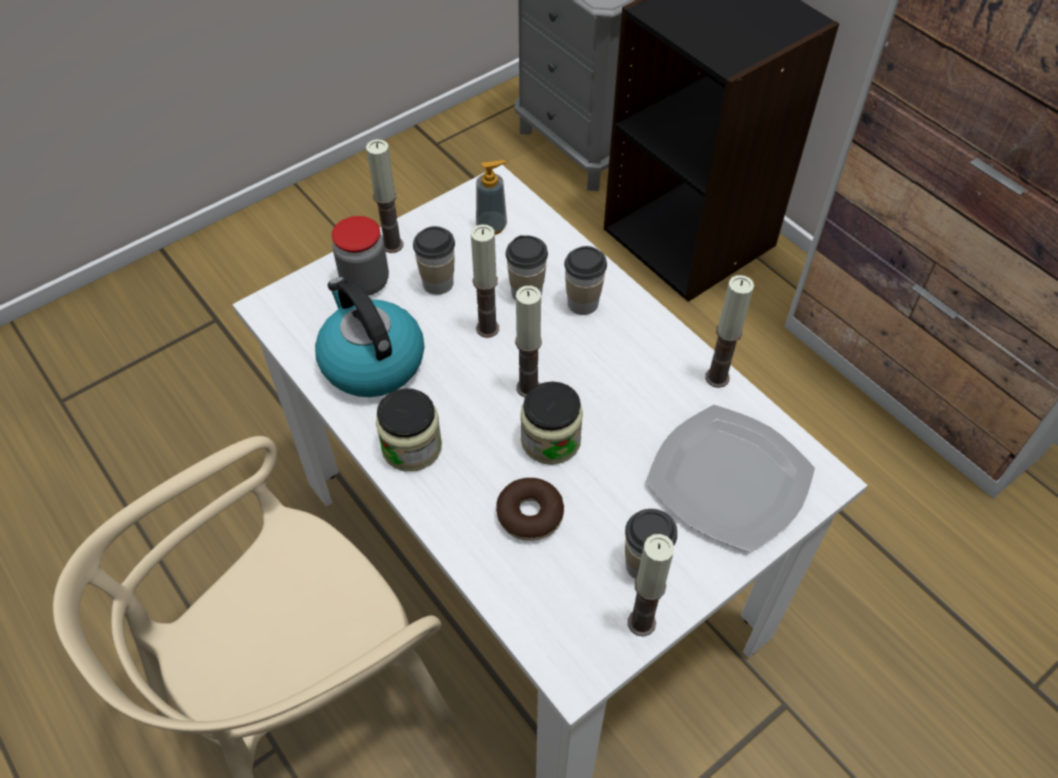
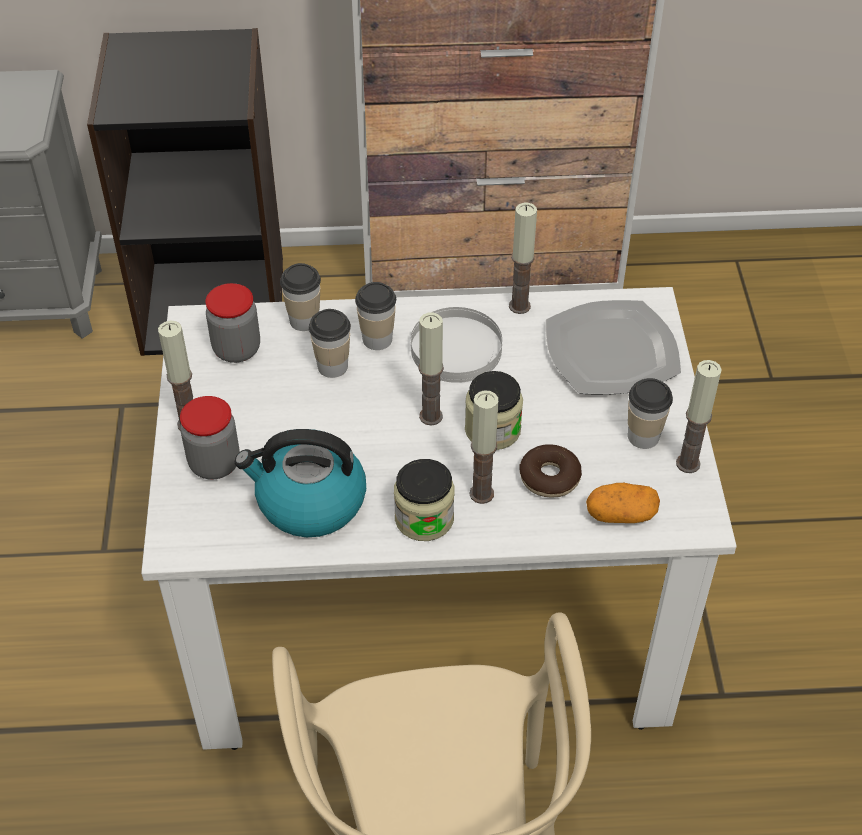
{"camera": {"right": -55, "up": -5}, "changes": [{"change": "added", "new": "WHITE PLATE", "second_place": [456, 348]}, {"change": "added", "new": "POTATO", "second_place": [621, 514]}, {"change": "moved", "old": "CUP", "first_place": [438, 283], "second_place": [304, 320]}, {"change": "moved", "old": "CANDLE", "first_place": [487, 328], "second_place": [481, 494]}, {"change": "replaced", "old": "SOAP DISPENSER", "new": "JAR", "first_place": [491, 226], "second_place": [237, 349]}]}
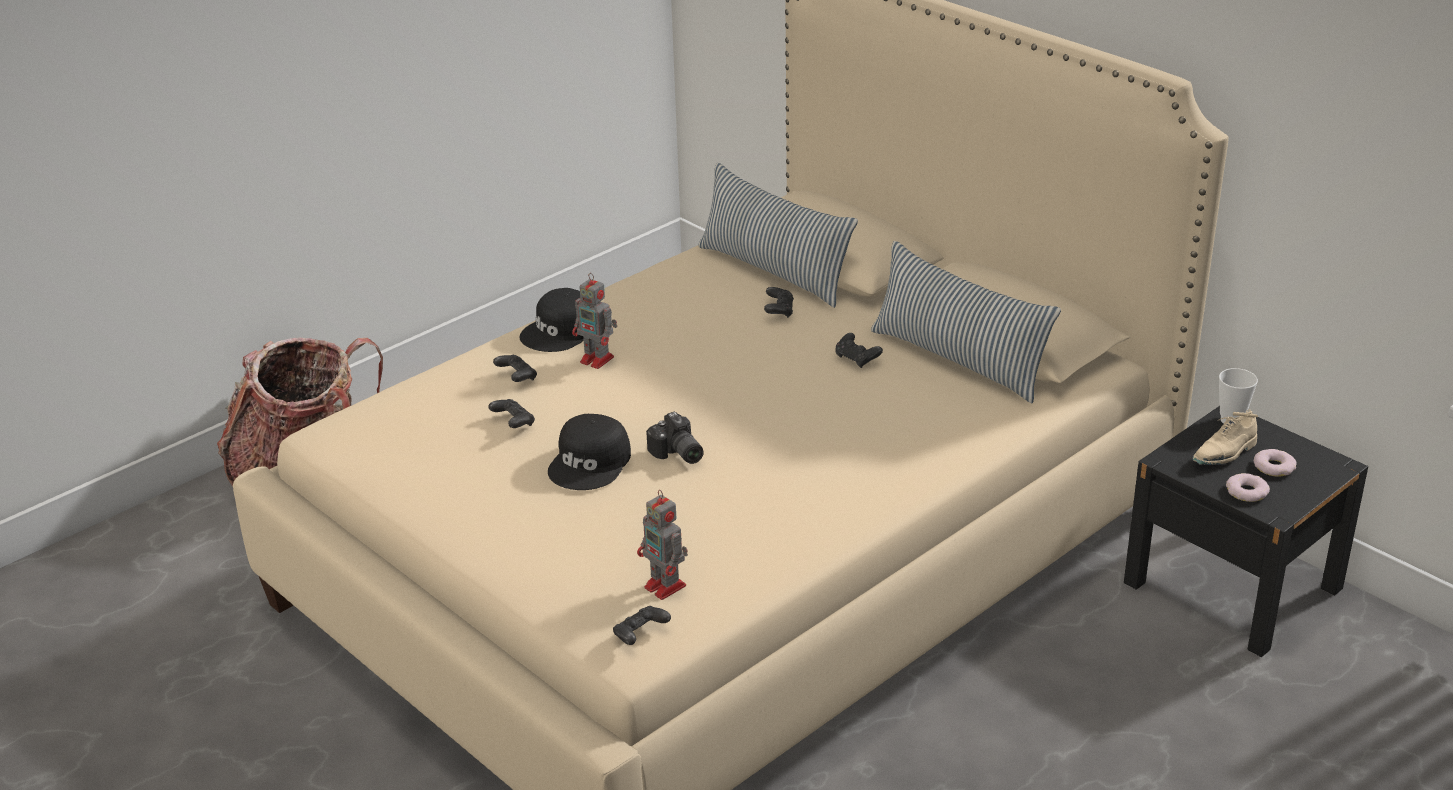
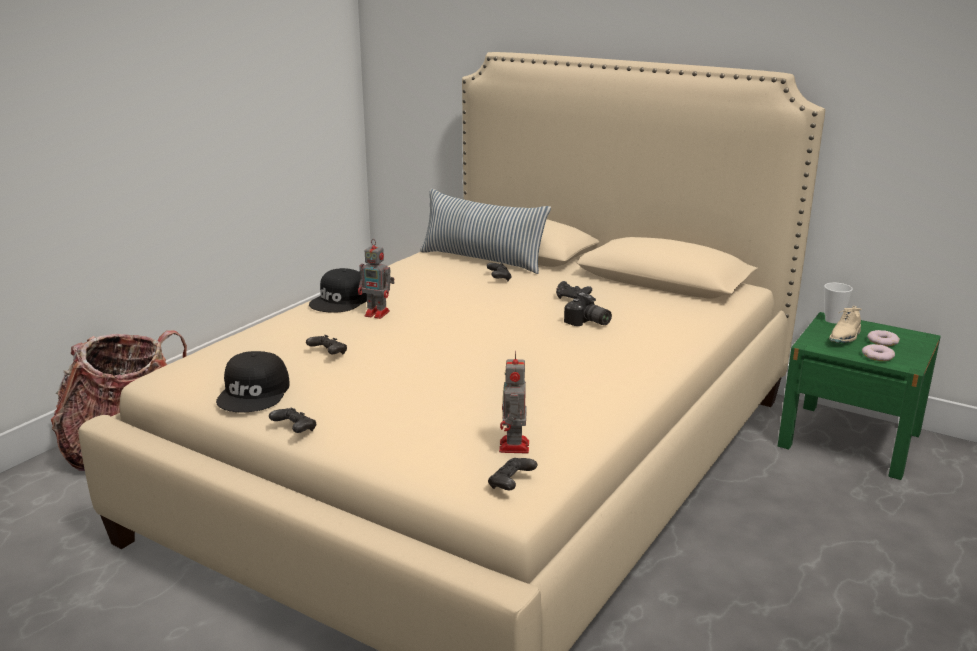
{"camera": {"right": -15, "up": -10}, "changes": [{"change": "removed", "old": "PILLOW", "first_place": [959, 360]}, {"change": "moved", "old": "BLACK GAME CONTROLLER", "first_place": [517, 377], "second_place": [294, 430]}, {"change": "moved", "old": "BLACK CAP", "first_place": [591, 463], "second_place": [255, 393]}, {"change": "moved", "old": "PHOTO CAMERA", "first_place": [677, 454], "second_place": [587, 323]}, {"change": "recoloured", "old": "BLACK NIGHTSTAND", "new": "GREEN NIGHTSTAND", "first_place": [1232, 585], "second_place": [849, 439]}, {"change": "turned", "old": "TOY ROBOT", "first_place": [666, 587], "second_place": [514, 447], "degrees": 60}]}
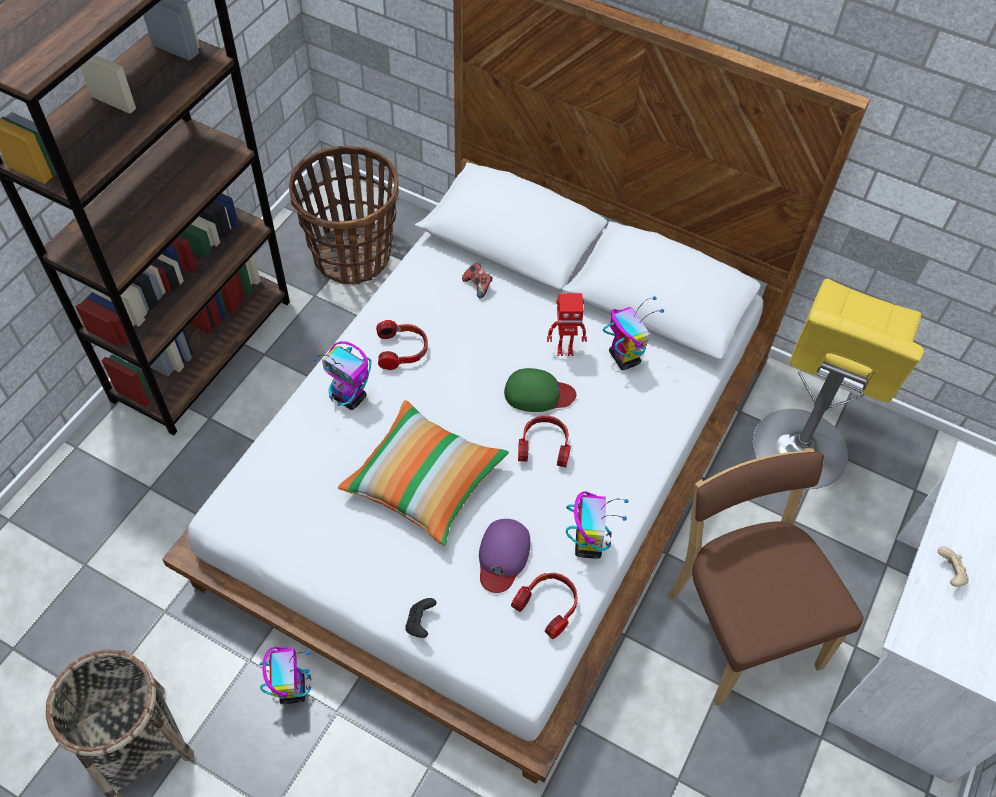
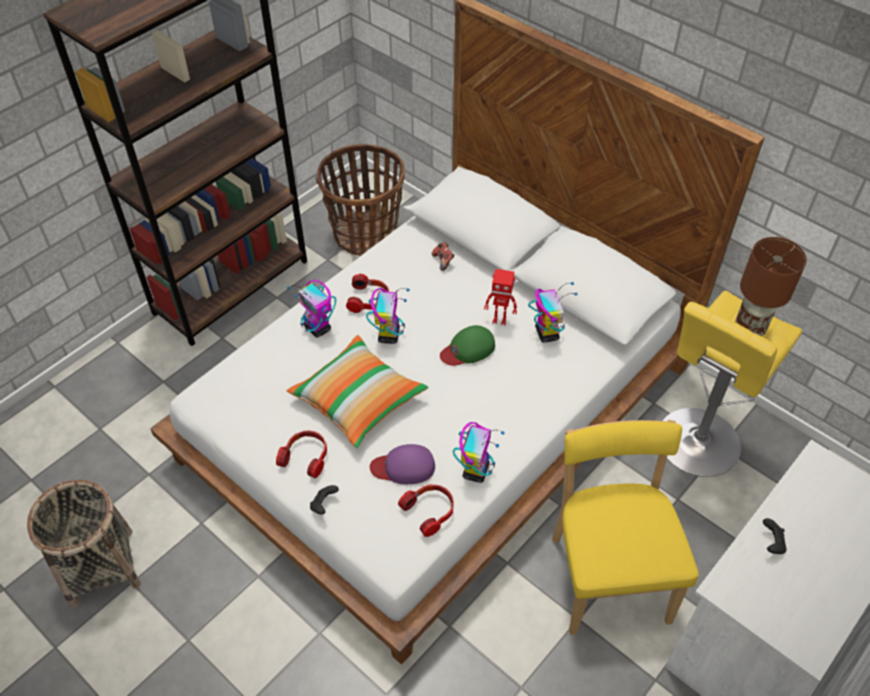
{"camera": {"right": 15, "up": -5}, "changes": [{"change": "added", "new": "BROWN TABLE LAMP", "second_place": [749, 329]}, {"change": "moved", "old": "TOY ROBOT", "first_place": [292, 689], "second_place": [389, 335]}, {"change": "moved", "old": "HEADPHONES", "first_place": [544, 446], "second_place": [306, 457]}, {"change": "recoloured", "old": "BROWN CHAIR", "new": "YELLOW CHAIR", "first_place": [739, 624], "second_place": [607, 573]}, {"change": "recoloured", "old": "BEIGE GAME CONTROLLER", "new": "BLACK GAME CONTROLLER", "first_place": [949, 573], "second_place": [771, 543]}, {"change": "turned", "old": "PURPLE CAP", "first_place": [502, 556], "second_place": [404, 467], "degrees": 60}, {"change": "turned", "old": "GREEN CAP", "first_place": [538, 394], "second_place": [468, 349], "degrees": 135}]}
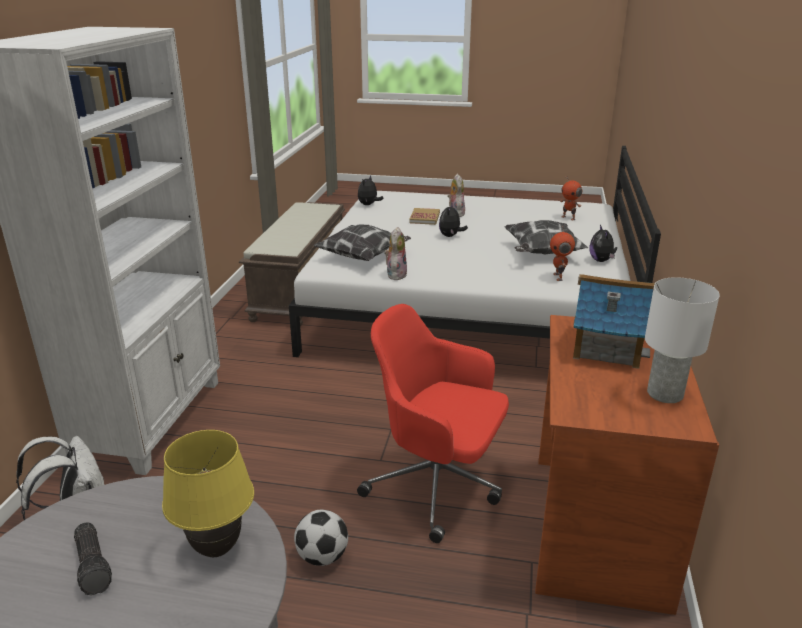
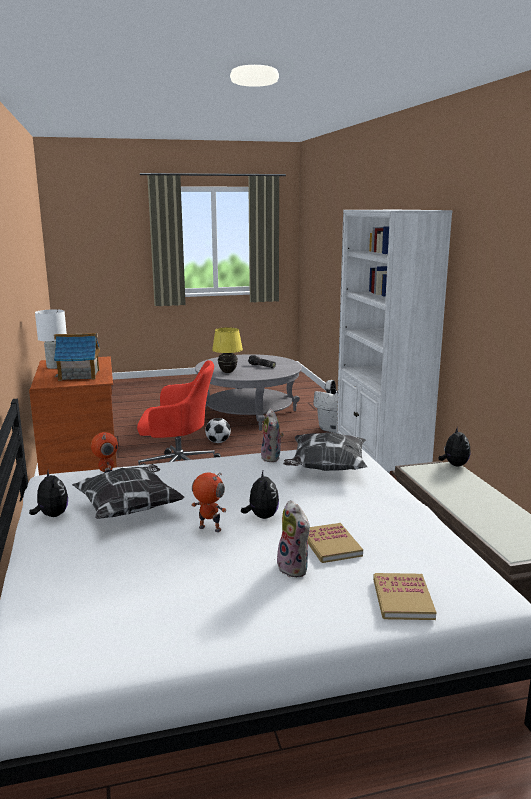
{"camera": {"right": 155, "up": -10}, "changes": [{"change": "added", "new": "BOOK", "second_place": [402, 599]}, {"change": "moved", "old": "PLUSH TOY", "first_place": [368, 205], "second_place": [454, 465]}, {"change": "moved", "old": "TOY ROBOT", "first_place": [568, 218], "second_place": [209, 529]}]}
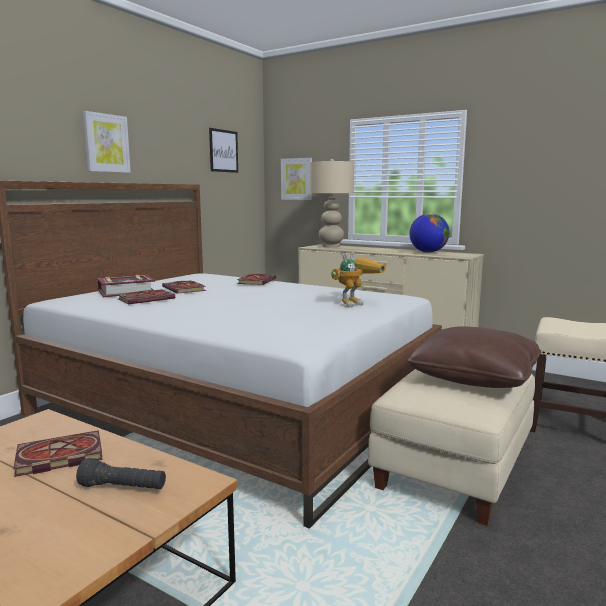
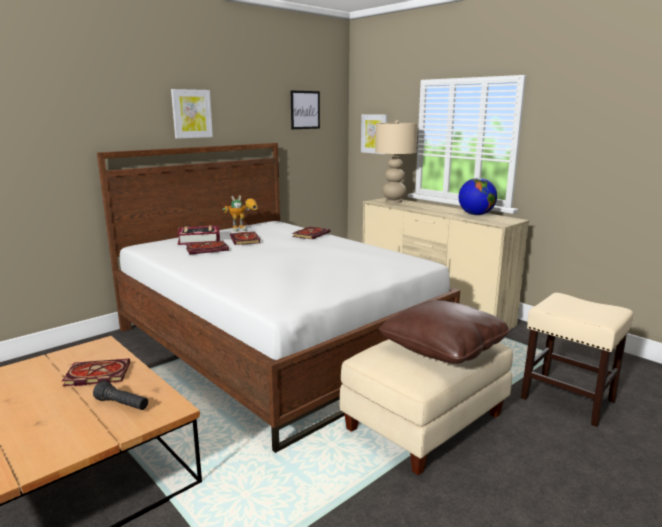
{"camera": {"right": 15, "up": 5}, "changes": [{"change": "moved", "old": "TOY ROBOT", "first_place": [355, 303], "second_place": [244, 229]}]}
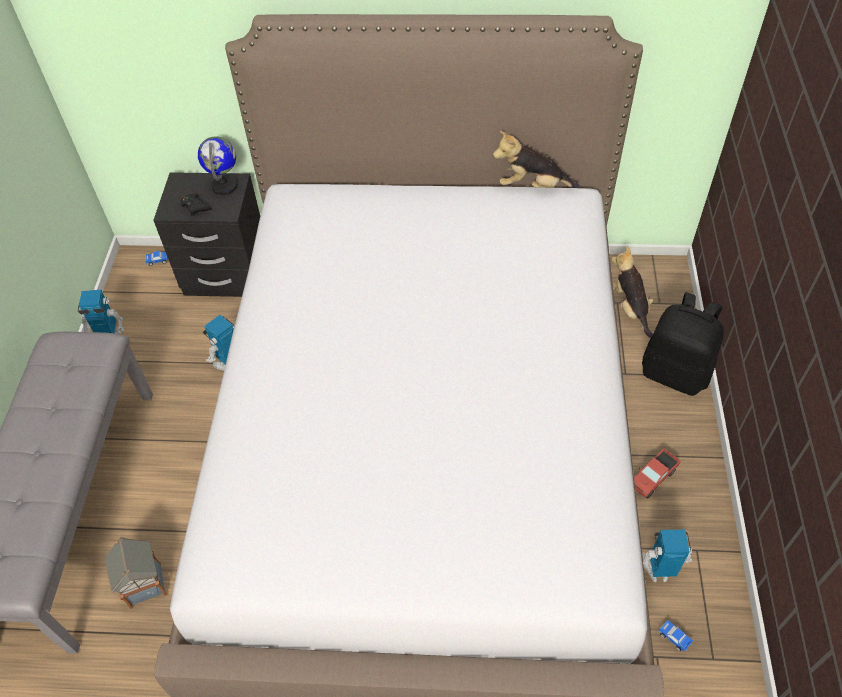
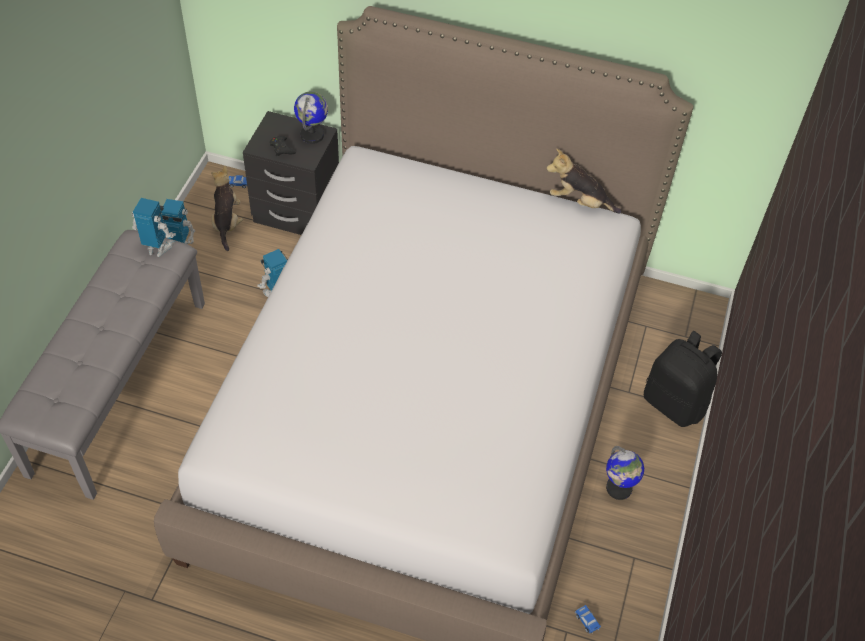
{"camera": {"right": 10, "up": 0}, "changes": [{"change": "removed", "old": "TOY HOUSE", "first_place": [144, 584]}, {"change": "moved", "old": "PLUSH TOY", "first_place": [629, 308], "second_place": [227, 223]}, {"change": "moved", "old": "TOY ROBOT", "first_place": [658, 570], "second_place": [158, 248]}, {"change": "replaced", "old": "TOY TRUCK", "new": "GLOBE", "first_place": [653, 478], "second_place": [618, 488]}]}
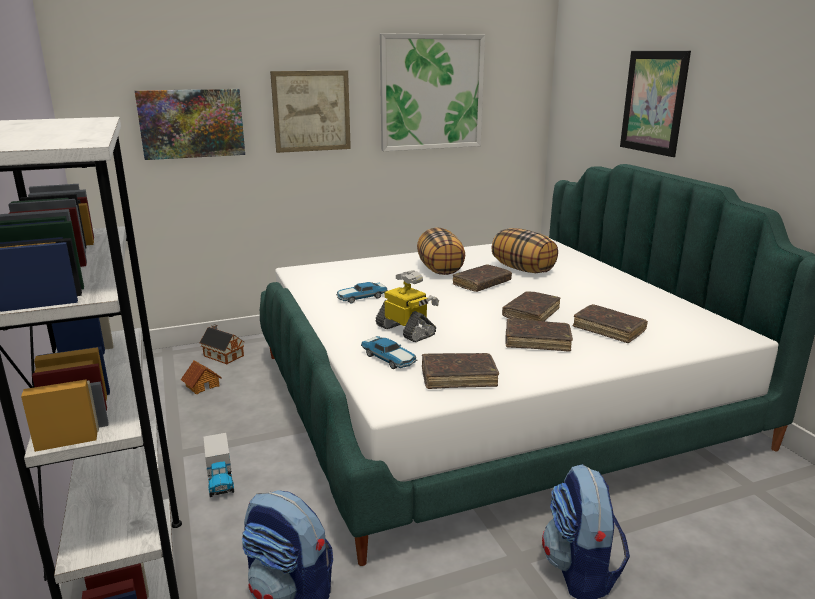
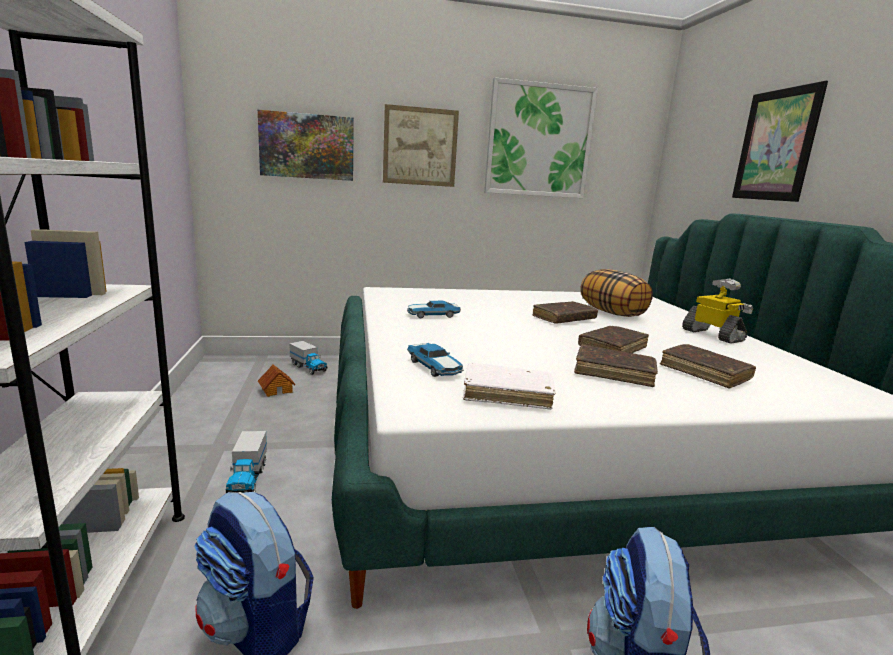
{"camera": {"right": 10, "up": -5}, "changes": [{"change": "removed", "old": "PILLOW", "first_place": [440, 270]}, {"change": "moved", "old": "TOY ROBOT", "first_place": [406, 331], "second_place": [713, 335]}, {"change": "replaced", "old": "TOY HOUSE", "new": "TOY TRUCK", "first_place": [222, 355], "second_place": [308, 368]}, {"change": "recoloured", "old": "BROWN BOOK", "new": "WHITE BOOK", "first_place": [458, 377], "second_place": [507, 394]}]}
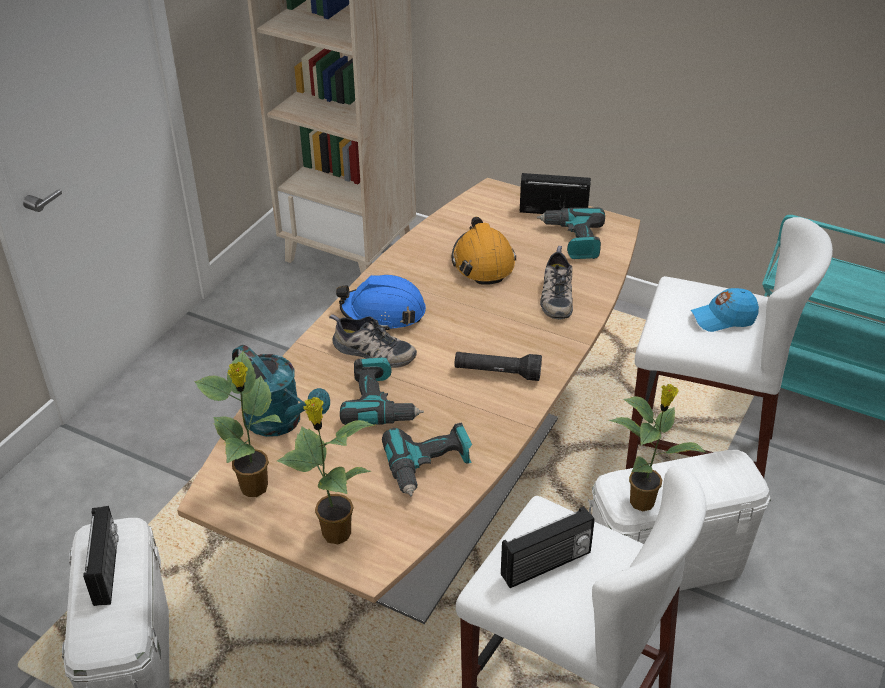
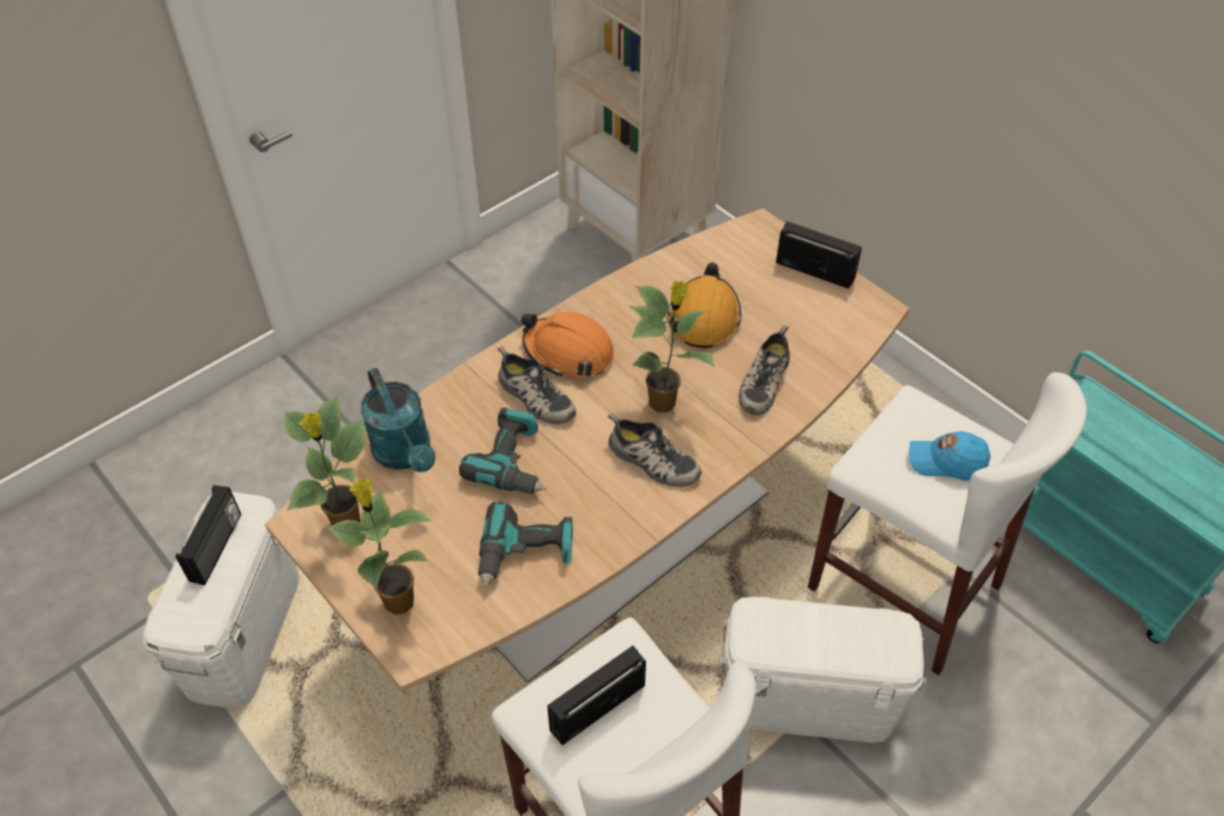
{"camera": {"right": 20, "up": 10}, "changes": [{"change": "removed", "old": "POWER DRILL", "first_place": [573, 240]}, {"change": "moved", "old": "POTTED PLANT", "first_place": [644, 501], "second_place": [664, 402]}, {"change": "replaced", "old": "BLACK FLASHLIGHT", "new": "SHOE", "first_place": [497, 373], "second_place": [651, 461]}, {"change": "recoloured", "old": "BLUE HARD HAT", "new": "ORANGE HARD HAT", "first_place": [383, 313], "second_place": [568, 352]}, {"change": "turned", "old": "RADIO", "first_place": [547, 565], "second_place": [596, 706], "degrees": 150}]}
